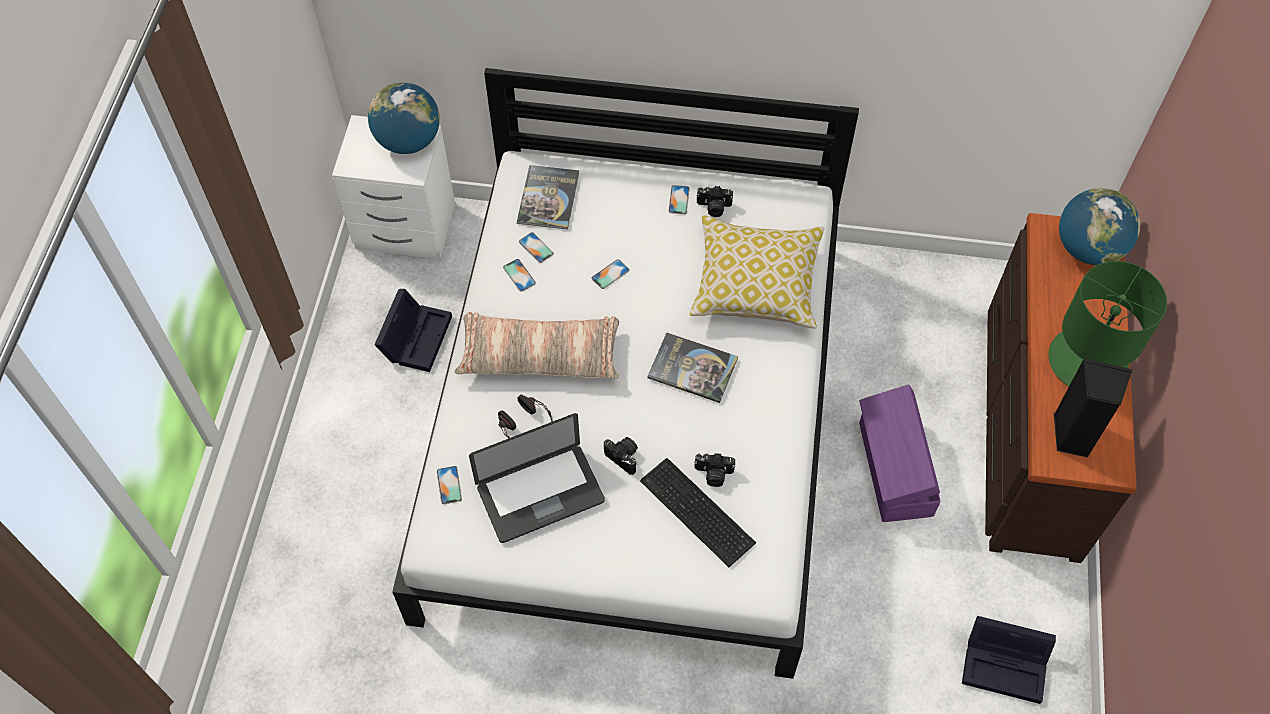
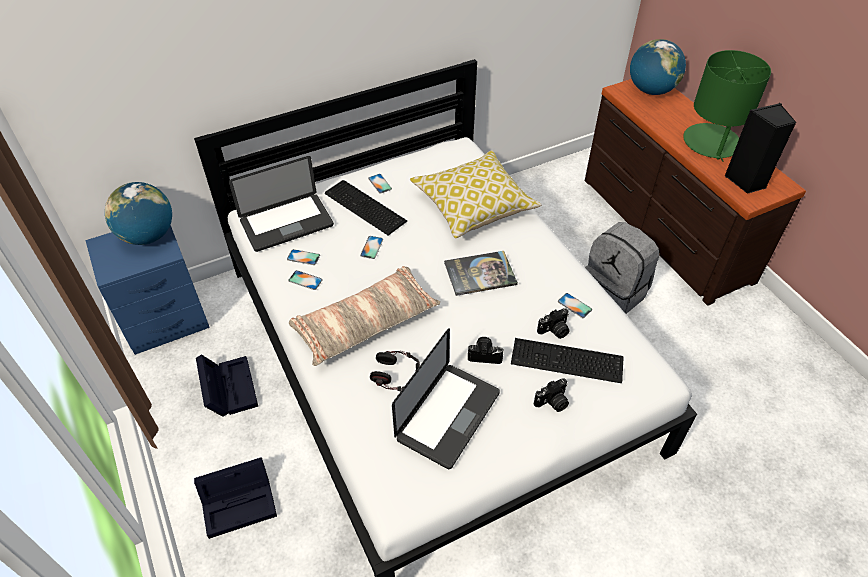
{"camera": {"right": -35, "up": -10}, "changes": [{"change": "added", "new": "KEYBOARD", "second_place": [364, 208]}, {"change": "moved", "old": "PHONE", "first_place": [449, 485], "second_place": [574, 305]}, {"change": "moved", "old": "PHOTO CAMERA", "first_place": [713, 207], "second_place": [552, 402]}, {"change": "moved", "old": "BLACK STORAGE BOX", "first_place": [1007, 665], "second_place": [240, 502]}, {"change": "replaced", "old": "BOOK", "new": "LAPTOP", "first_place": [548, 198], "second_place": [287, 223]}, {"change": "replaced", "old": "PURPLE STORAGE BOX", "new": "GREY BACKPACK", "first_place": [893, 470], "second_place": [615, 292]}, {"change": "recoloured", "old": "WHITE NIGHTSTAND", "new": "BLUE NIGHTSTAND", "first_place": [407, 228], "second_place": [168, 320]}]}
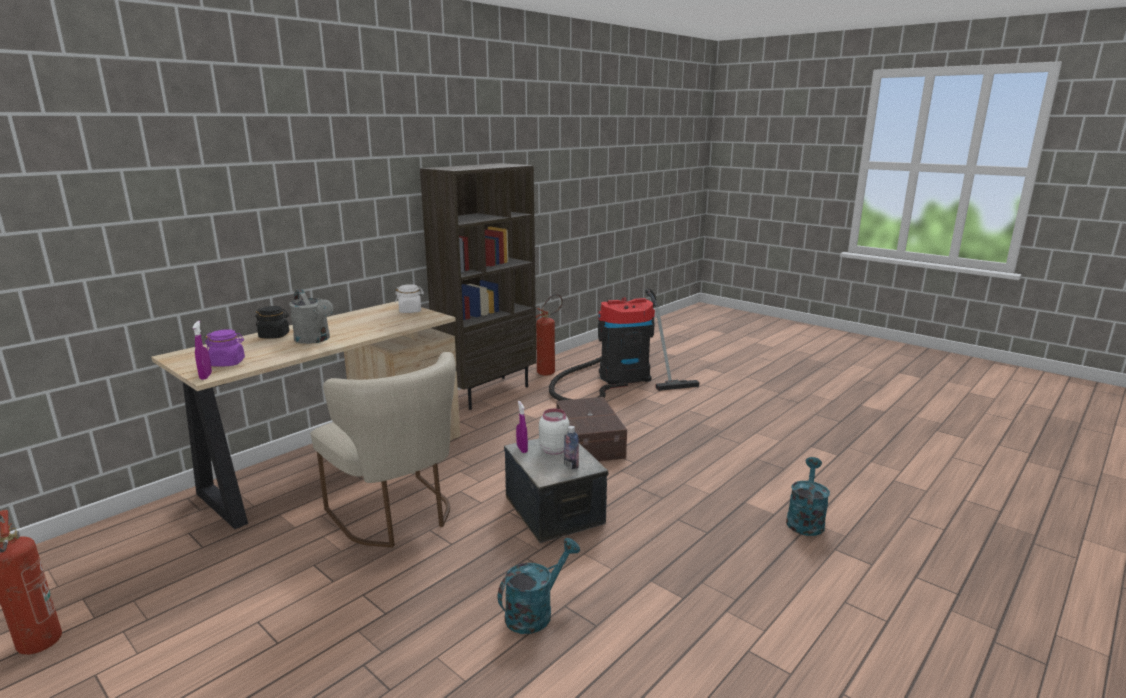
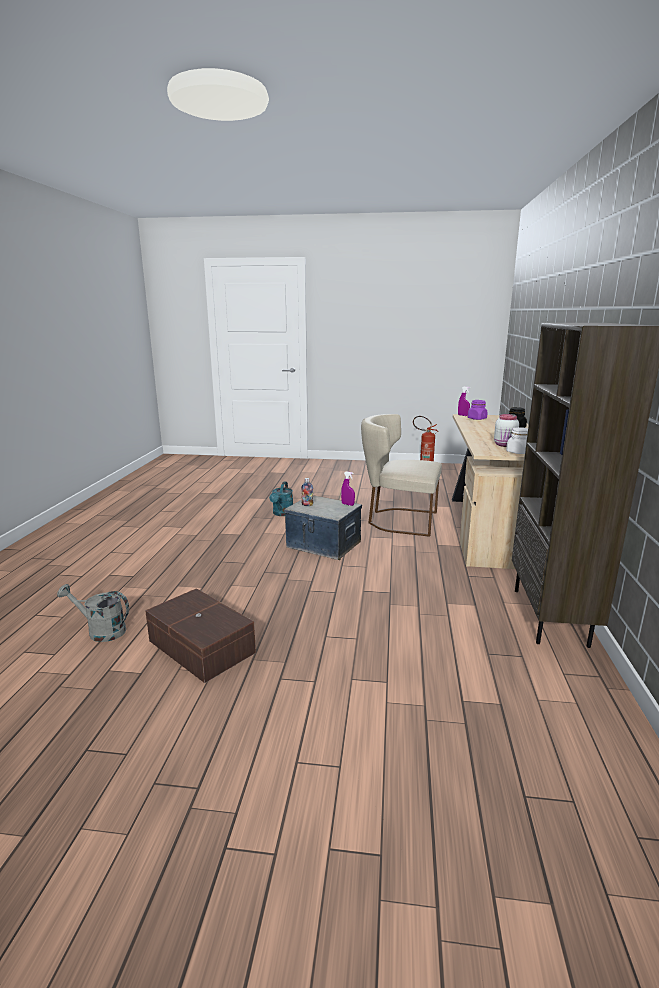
{"camera": {"right": 145, "up": 0}, "changes": [{"change": "removed", "old": "FIRE EXTINGUISHER", "first_place": [549, 371]}, {"change": "removed", "old": "VACUUM CLEANER", "first_place": [619, 378]}, {"change": "removed", "old": "TURQUOISE WATERING CAN", "first_place": [805, 520]}, {"change": "moved", "old": "GREY WATERING CAN", "first_place": [315, 340], "second_place": [101, 631]}, {"change": "moved", "old": "WHITE JAR", "first_place": [554, 449], "second_place": [505, 445]}, {"change": "moved", "old": "BROWN STORAGE BOX", "first_place": [590, 441], "second_place": [200, 648]}]}
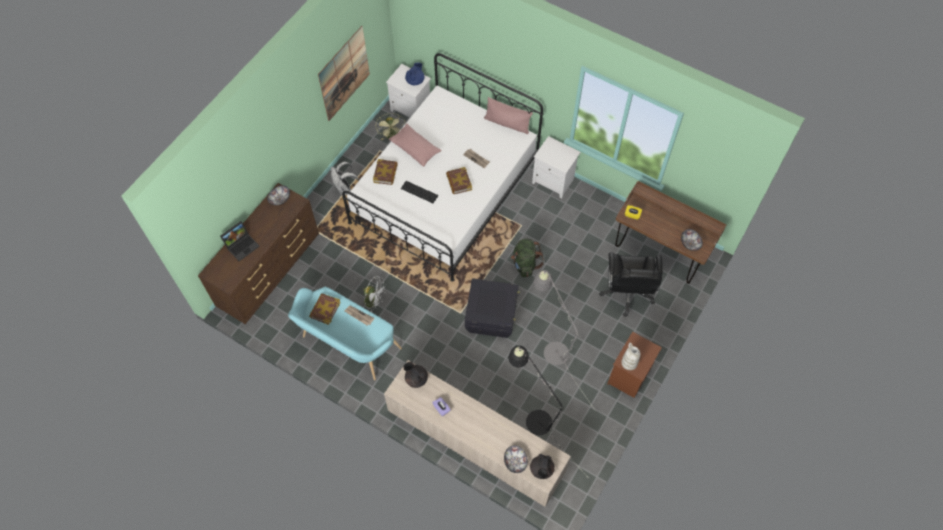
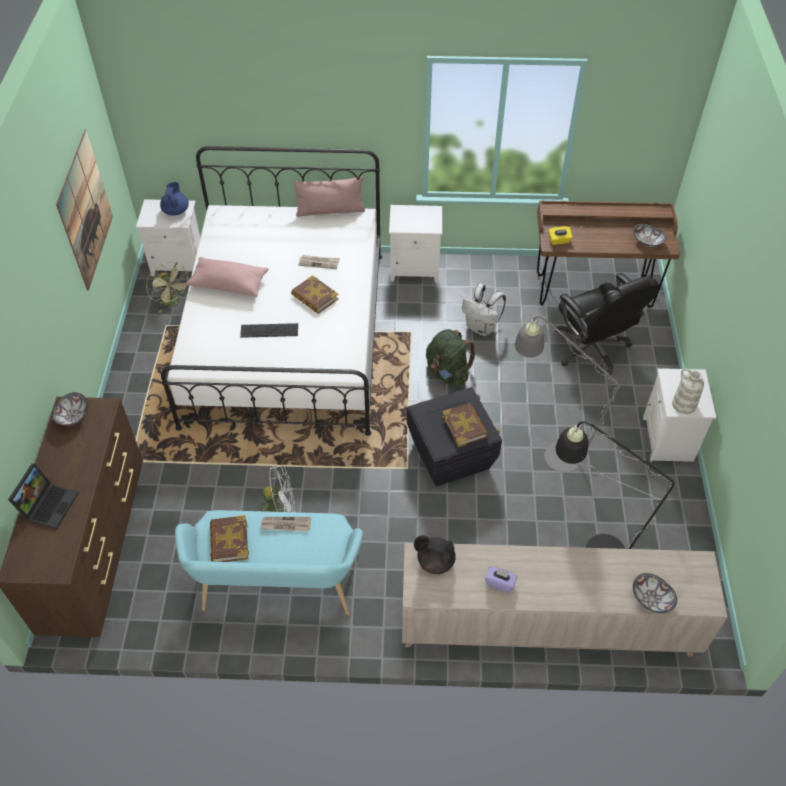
{"camera": {"right": -30, "up": -10}, "changes": [{"change": "removed", "old": "BLACK TEAPOT", "first_place": [541, 470]}, {"change": "moved", "old": "WHITE BACKPACK", "first_place": [345, 189], "second_place": [481, 328]}, {"change": "moved", "old": "BOOK", "first_place": [385, 173], "second_place": [464, 427]}, {"change": "recoloured", "old": "BROWN NIGHTSTAND", "new": "WHITE NIGHTSTAND", "first_place": [629, 377], "second_place": [669, 440]}]}
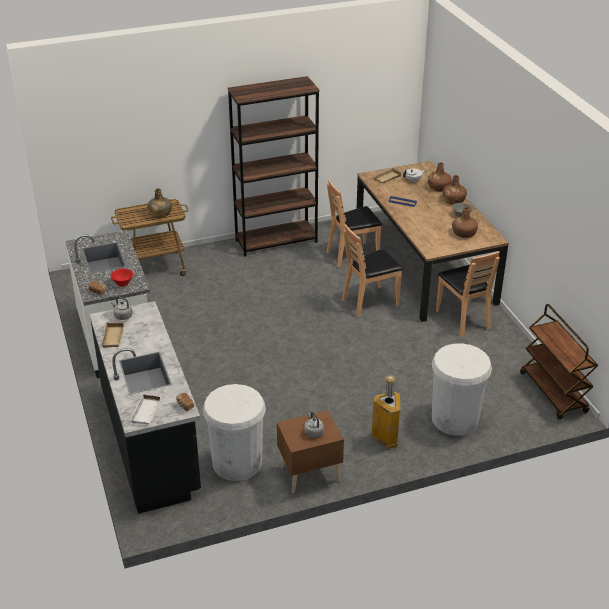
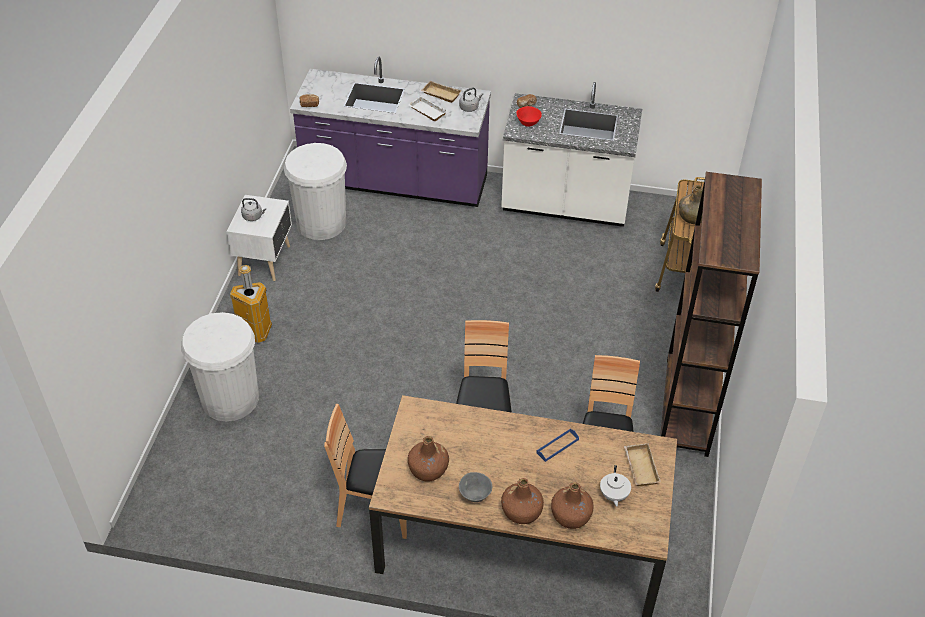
{"camera": {"right": 120, "up": 10}, "changes": [{"change": "removed", "old": "BROWN CART", "first_place": [553, 393]}, {"change": "moved", "old": "WHITE TRAY", "first_place": [147, 412], "second_place": [426, 111]}, {"change": "recoloured", "old": "BLACK COUNTER", "new": "PURPLE COUNTER", "first_place": [151, 441], "second_place": [395, 183]}, {"change": "recoloured", "old": "BROWN NIGHTSTAND", "new": "WHITE NIGHTSTAND", "first_place": [309, 473], "second_place": [266, 260]}]}
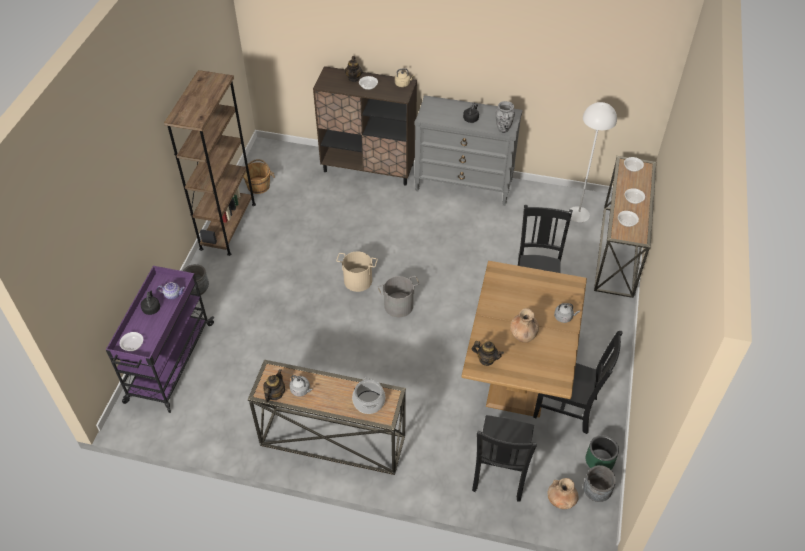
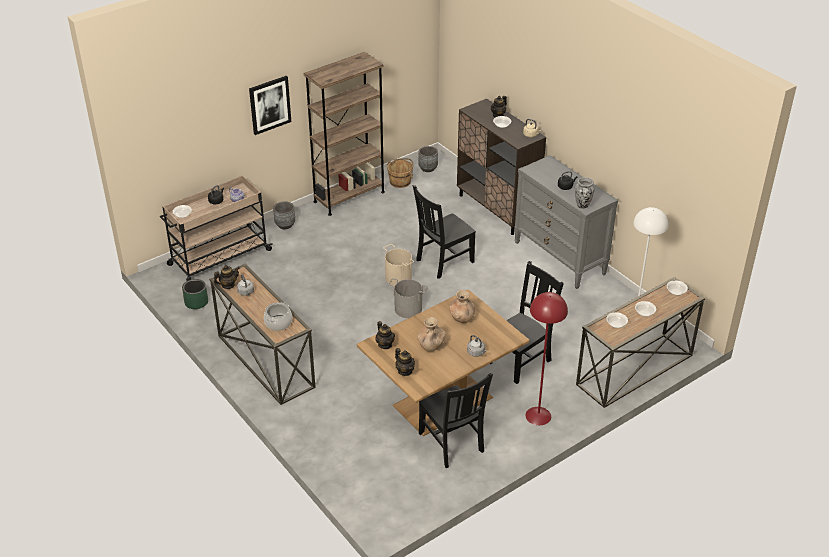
{"camera": {"right": 40, "up": -10}, "changes": [{"change": "added", "new": "PICTURE", "second_place": [269, 104]}, {"change": "added", "new": "TEAPOT", "second_place": [405, 371]}, {"change": "added", "new": "RED FLOOR LAMP", "second_place": [538, 416]}, {"change": "moved", "old": "BLACK CHAIR", "first_place": [500, 472], "second_place": [443, 261]}, {"change": "moved", "old": "BROWN VASE", "first_place": [561, 500], "second_place": [462, 318]}, {"change": "moved", "old": "GREY PLANTER", "first_place": [596, 492], "second_place": [428, 168]}, {"change": "moved", "old": "GREEN PLANTER", "first_place": [599, 460], "second_place": [196, 302]}, {"change": "recoloured", "old": "PURPLE CART", "new": "BEIGE CART", "first_place": [169, 363], "second_place": [218, 258]}]}
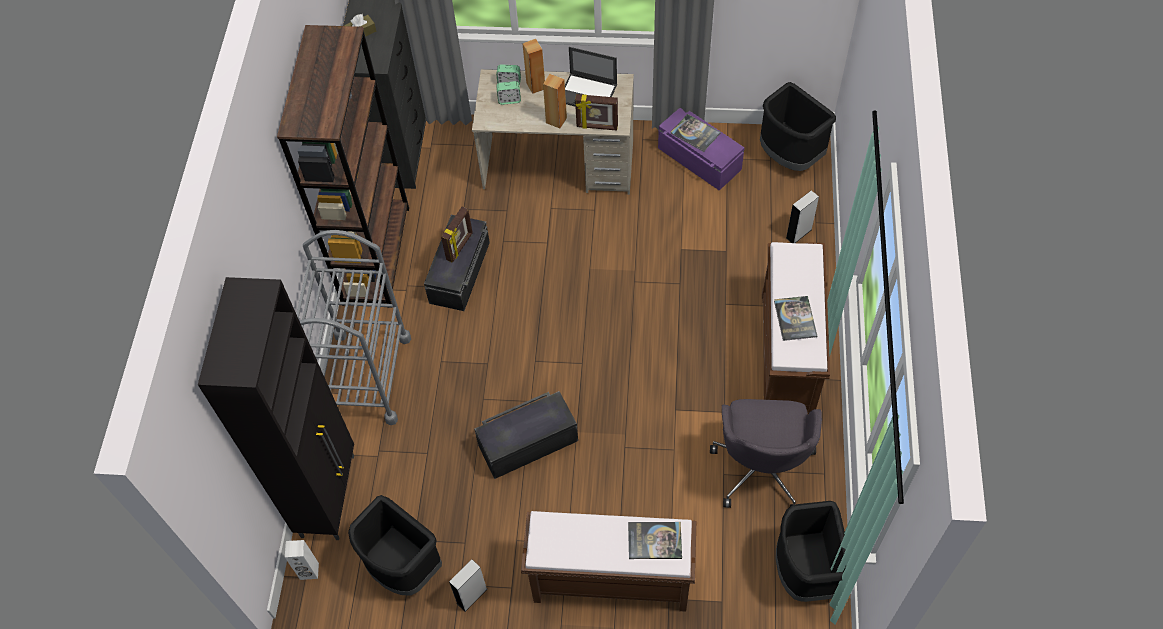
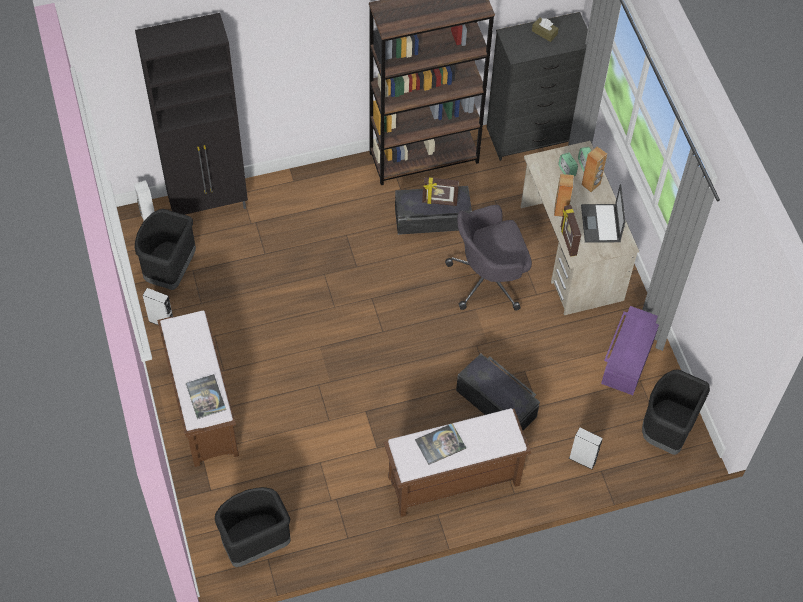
{"camera": {"right": 65, "up": 0}, "changes": [{"change": "removed", "old": "GREY CART", "first_place": [365, 377]}, {"change": "removed", "old": "BOOK", "first_place": [695, 133]}, {"change": "moved", "old": "BLACK STORAGE BOX", "first_place": [527, 442], "second_place": [496, 403]}, {"change": "moved", "old": "GREY OFFICE CHAIR", "first_place": [762, 467], "second_place": [489, 279]}]}
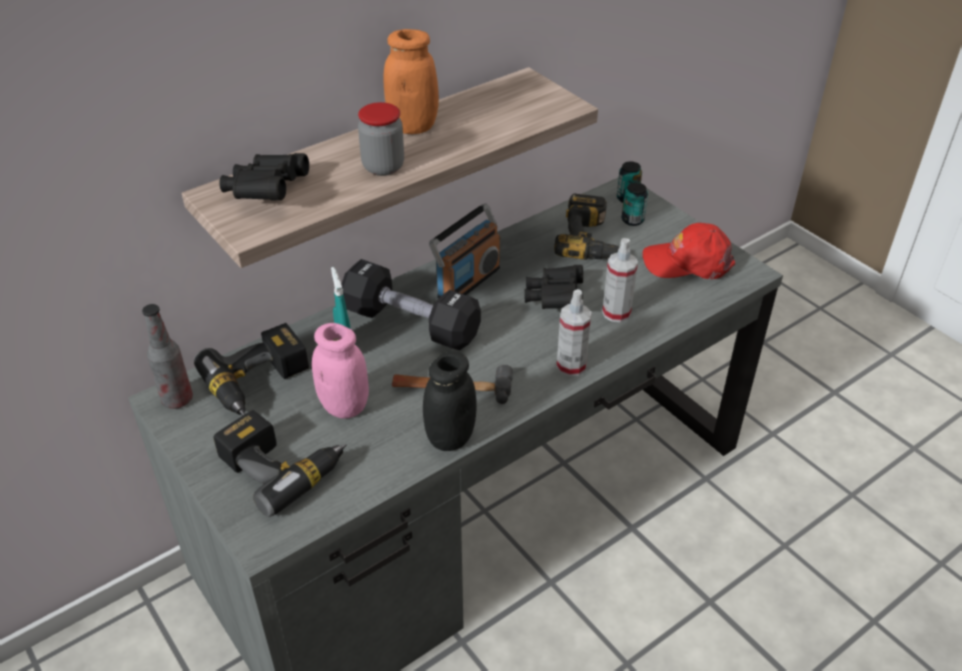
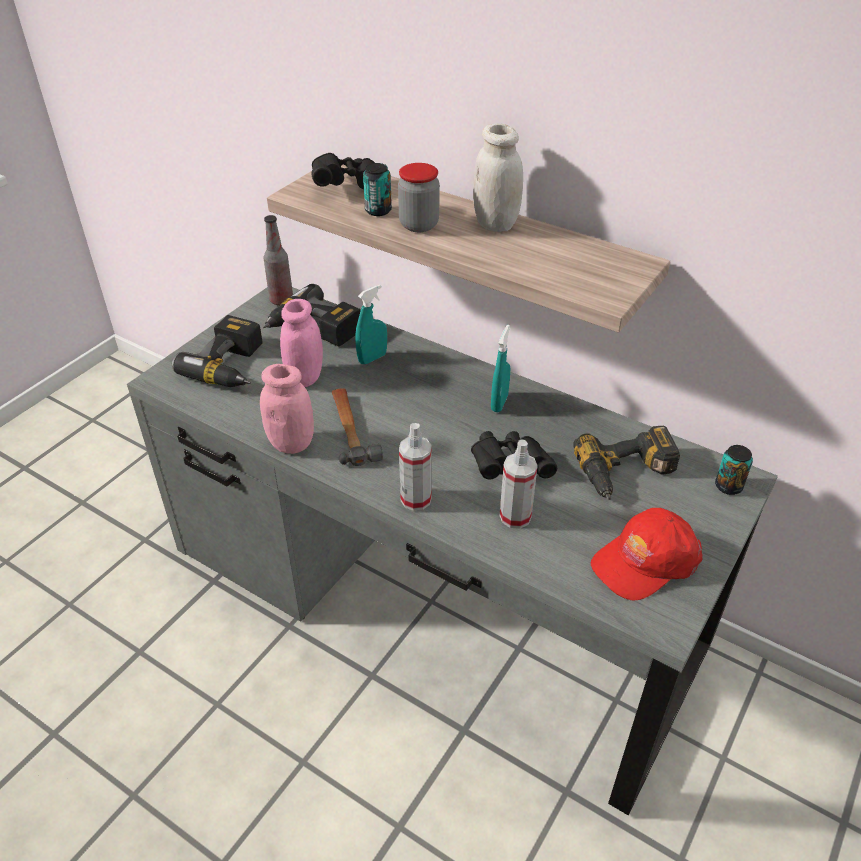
{"camera": {"right": 70, "up": 0}, "changes": [{"change": "removed", "old": "BLACK DUMBBELL", "first_place": [411, 323]}, {"change": "moved", "old": "CAN", "first_place": [632, 220], "second_place": [378, 210]}, {"change": "replaced", "old": "RADIO", "new": "TURQUOISE SPRAY BOTTLE", "first_place": [468, 282], "second_place": [499, 403]}, {"change": "recoloured", "old": "ORANGE JAR", "new": "WHITE JAR", "first_place": [413, 126], "second_place": [495, 223]}, {"change": "recoloured", "old": "BLACK JAR", "new": "PINK JAR", "first_place": [450, 437], "second_place": [291, 443]}, {"change": "turned", "old": "RED CAP", "first_place": [687, 262], "second_place": [645, 561], "degrees": -105}]}
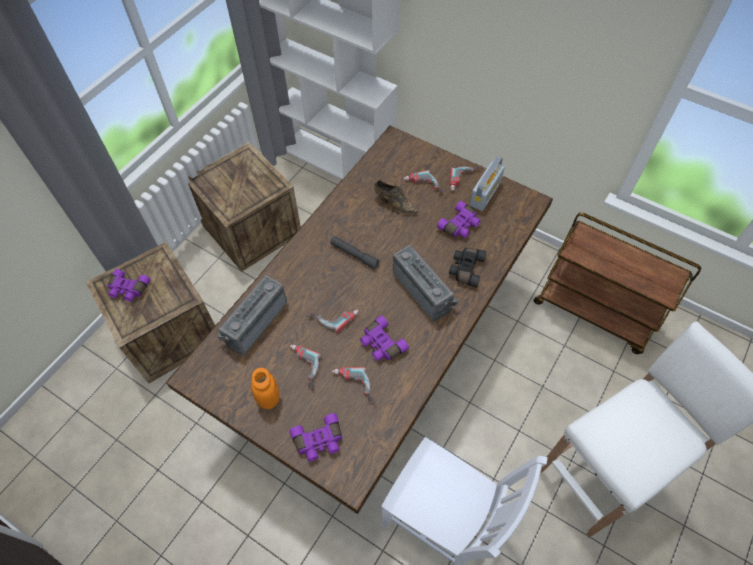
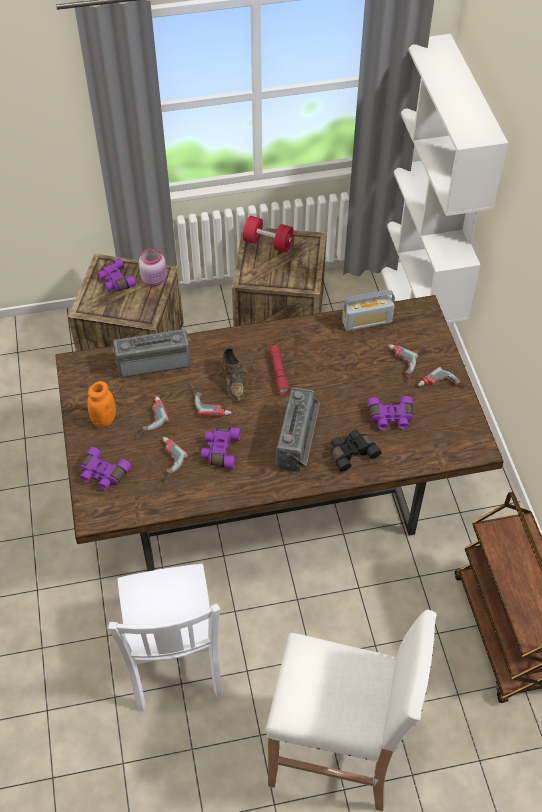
{"camera": {"right": 45, "up": -5}, "changes": [{"change": "added", "new": "PINK JAR", "second_place": [155, 279]}, {"change": "added", "new": "RED DUMBBELL", "second_place": [268, 243]}, {"change": "moved", "old": "BROWN SHOE", "first_place": [394, 204], "second_place": [233, 381]}, {"change": "moved", "old": "RADIO", "first_place": [485, 194], "second_place": [367, 321]}, {"change": "recoloured", "old": "GREY FLASHLIGHT", "new": "RED FLASHLIGHT", "first_place": [354, 255], "second_place": [278, 373]}]}
